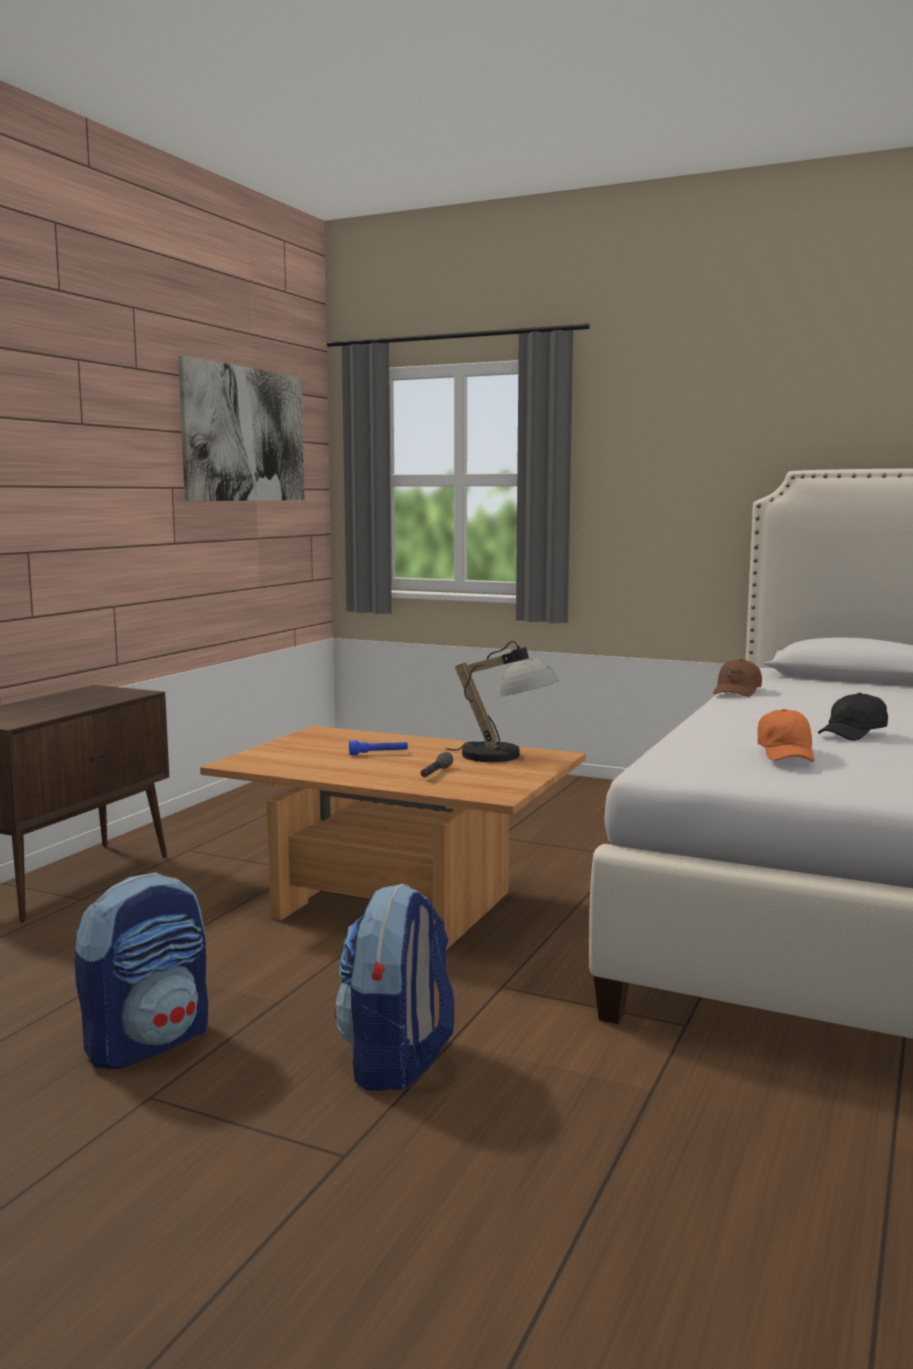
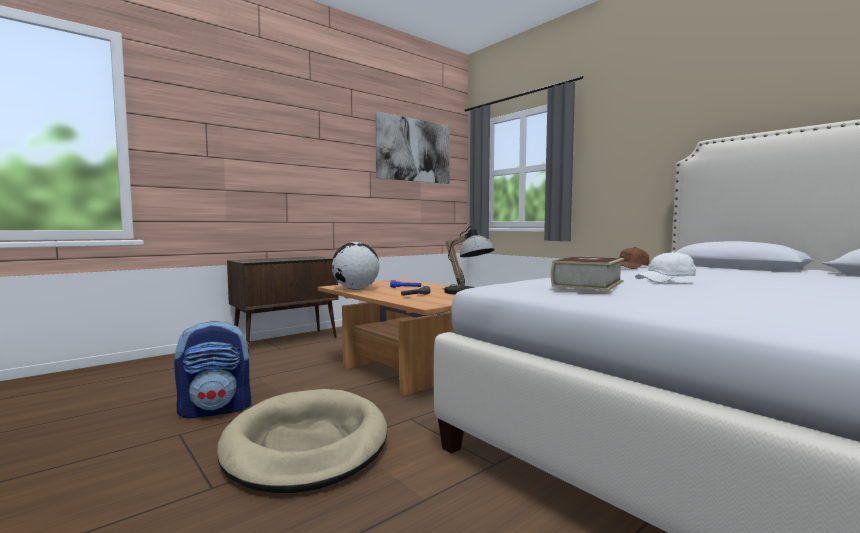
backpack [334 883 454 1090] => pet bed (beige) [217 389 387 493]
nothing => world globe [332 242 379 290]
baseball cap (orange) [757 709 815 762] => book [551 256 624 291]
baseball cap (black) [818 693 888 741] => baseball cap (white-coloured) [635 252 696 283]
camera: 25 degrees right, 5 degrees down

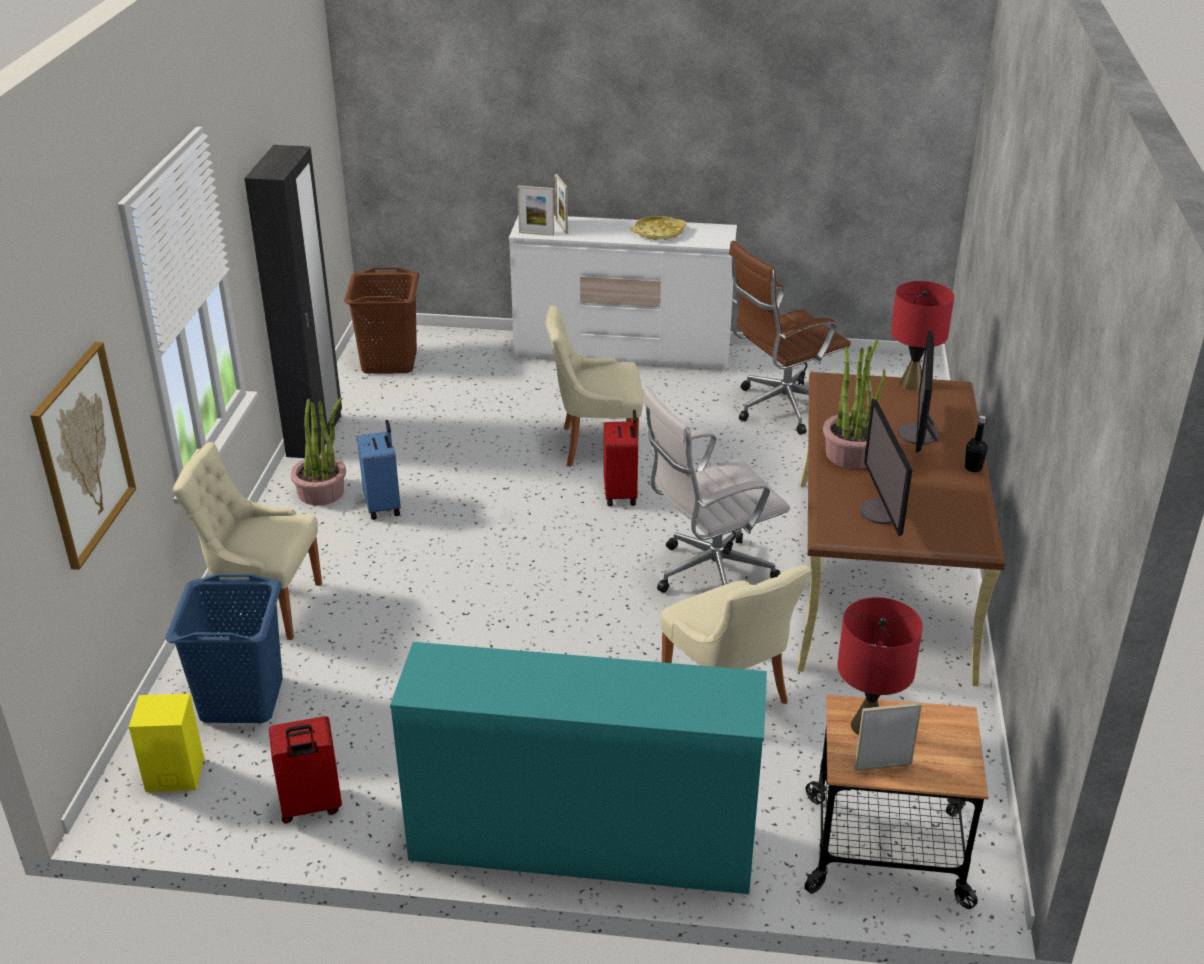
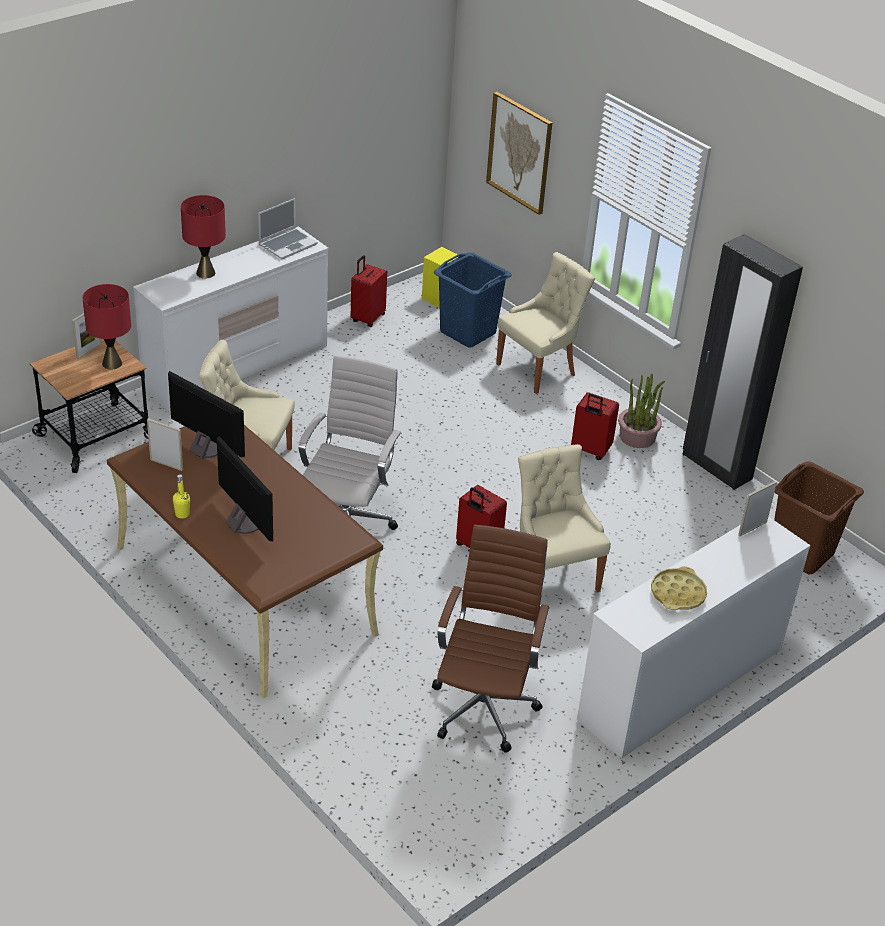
chest of drawers (turquoise) [390 642 767 894] => chest of drawers (white-coloured) [133 226 329 412]
standing frame [555 174 568 234] => standing frame [147 418 183 471], shifted
bottle (black) [965 416 988 472] => bottle (yellow) [173 474 190 519]
tabletop lamp (red-coloured) [891 281 954 391] => tabletop lamp (red-coloured) [181 195 226 278], shifted
nothing => portable computer [258 198 318 259]
plain chair (beige) [546 305 643 467] => plain chair (beige) [518 444 611 592], 60 degrees counterclockwise
suitcase (blue-coloured) [357 420 401 520] => suitcase (red-coloured) [571 392 619 460]
potted plant [823 339 886 469] => nothing
camera: 130 degrees right, 5 degrees up

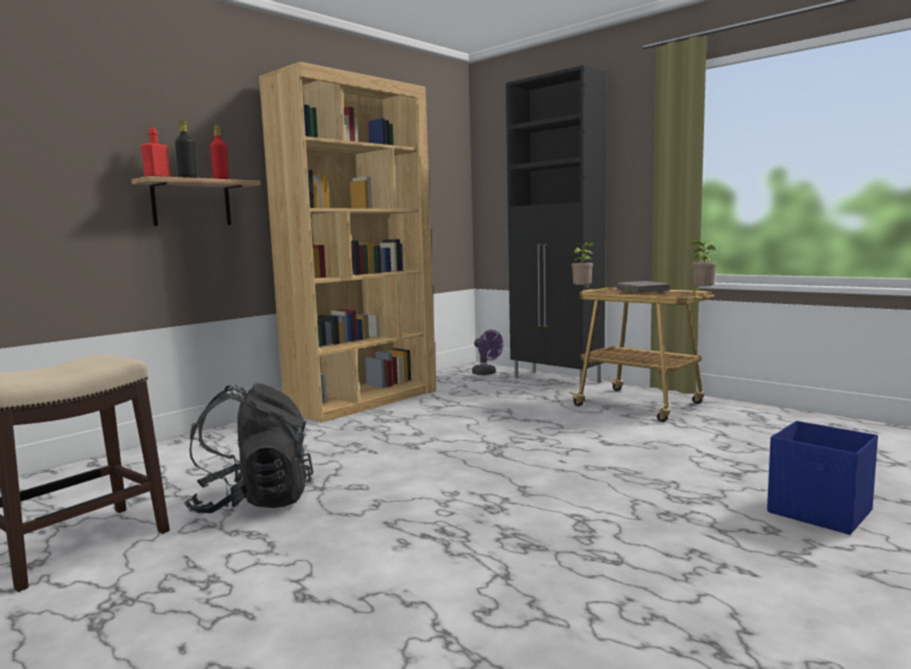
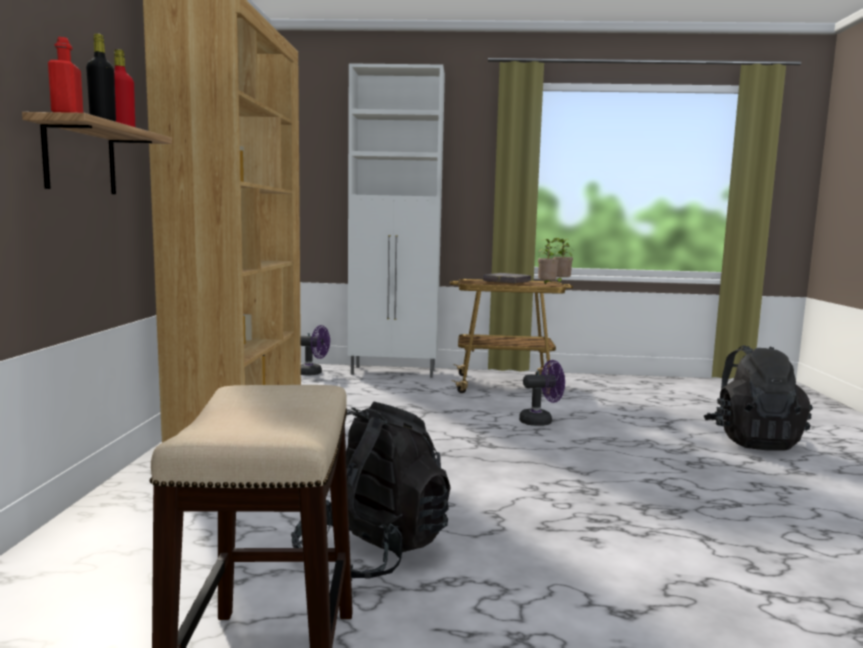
cupboard (black) [506 65 606 383] => cupboard (white-coloured) [348 63 445 378]
nothing => electric fan (purple-coloured) [519 360 565 426]
potted plant [571 242 595 290] => potted plant [538 238 559 284], shifted
storage box (blue-coloured) [767 421 878 535] => backpack (black) [704 345 812 451]
camera: 40 degrees left, 0 degrees up

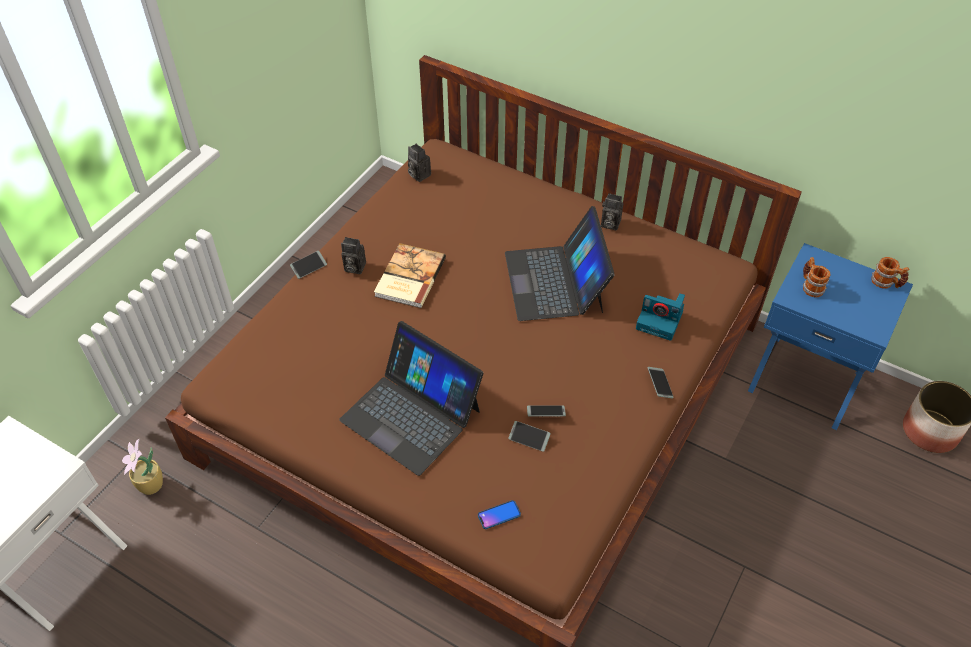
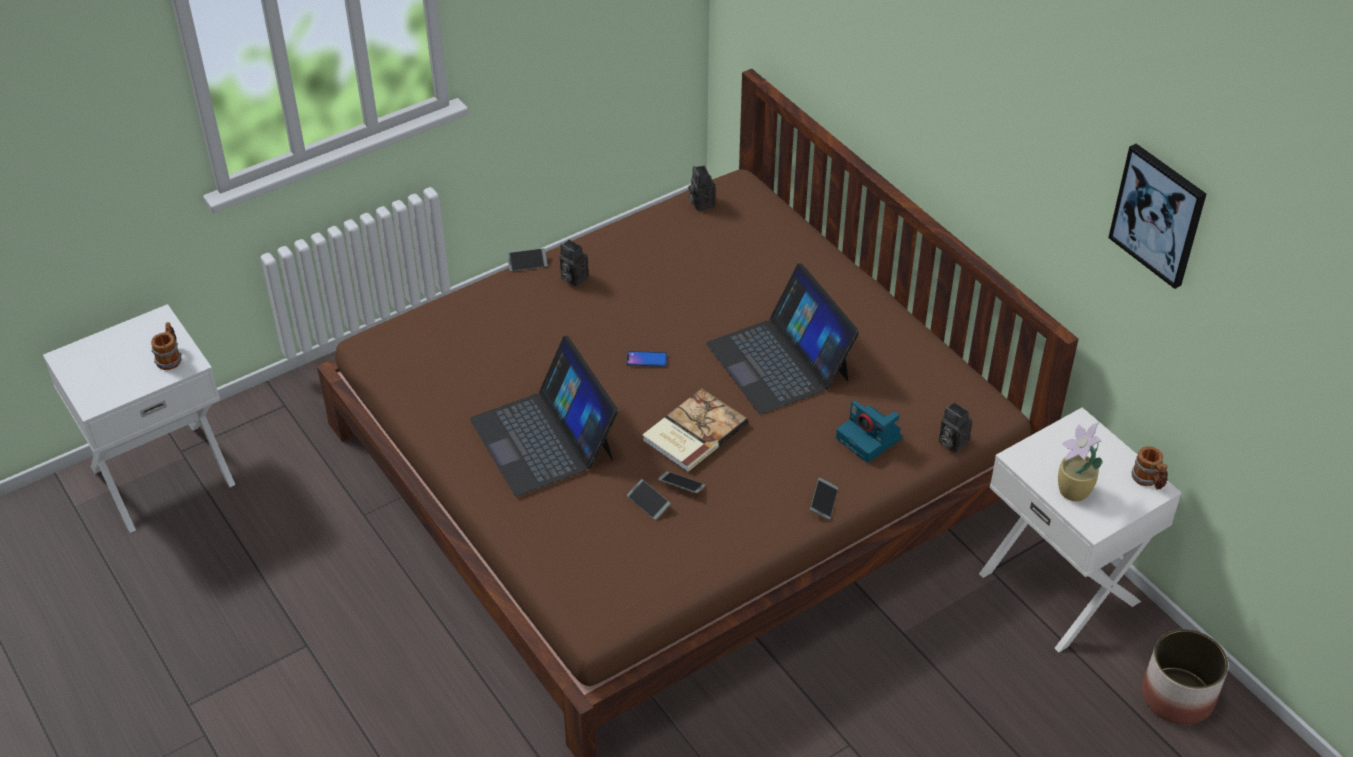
tea mug [803 257 830 297] => tea mug [151 322 181 370], shifted
phone [478 500 521 529] => phone [626 351 668 367], shifted
book [374 243 446 308] => book [642 389 748 472], shifted
portable computer [505 206 615 321] => portable computer [706 263 859 414], 45 degrees counterclockwise
still camera [601 193 623 231] => still camera [939 402 972 453], shifted
night table (blue-coloured) [748 243 913 430] => night table (white-coloured) [979 407 1182 652]
potted plant [122 439 163 495] => potted plant [1058 423 1103 501], shifted
nothing => wall art [1108 144 1206 289]
camera: 25 degrees right, 5 degrees down

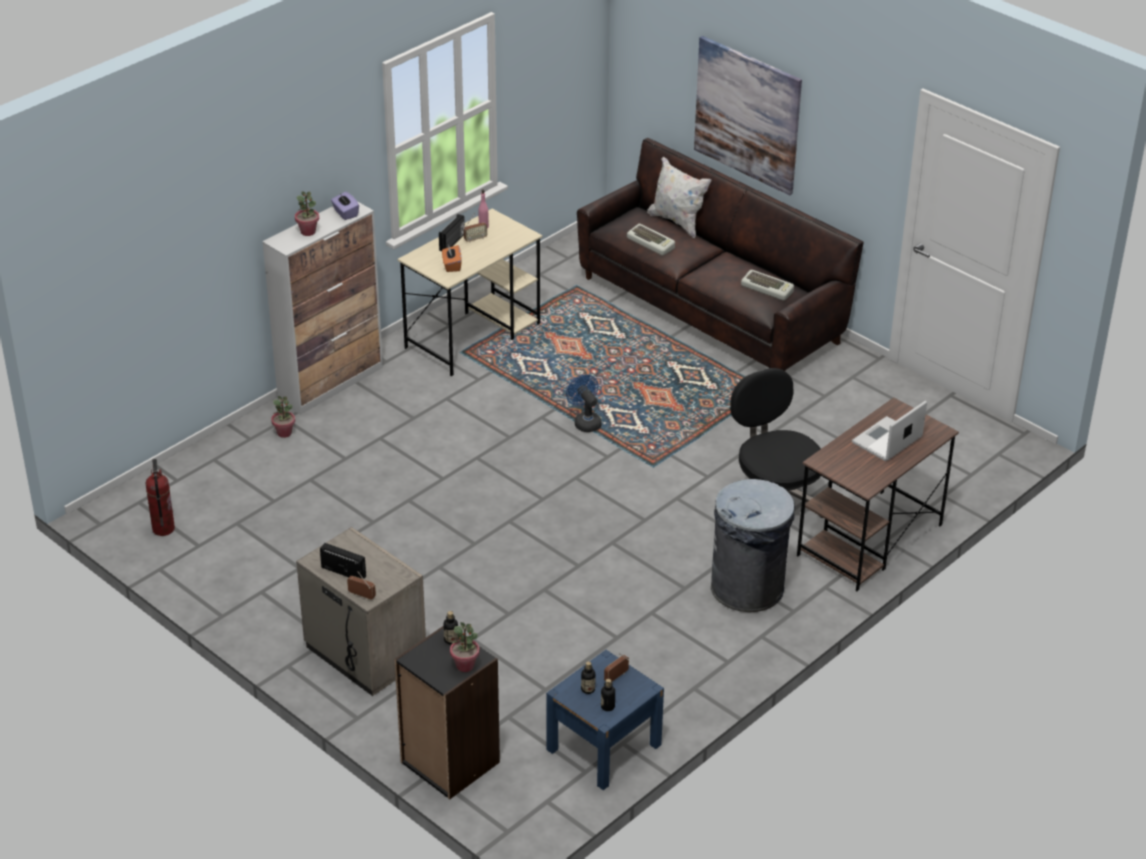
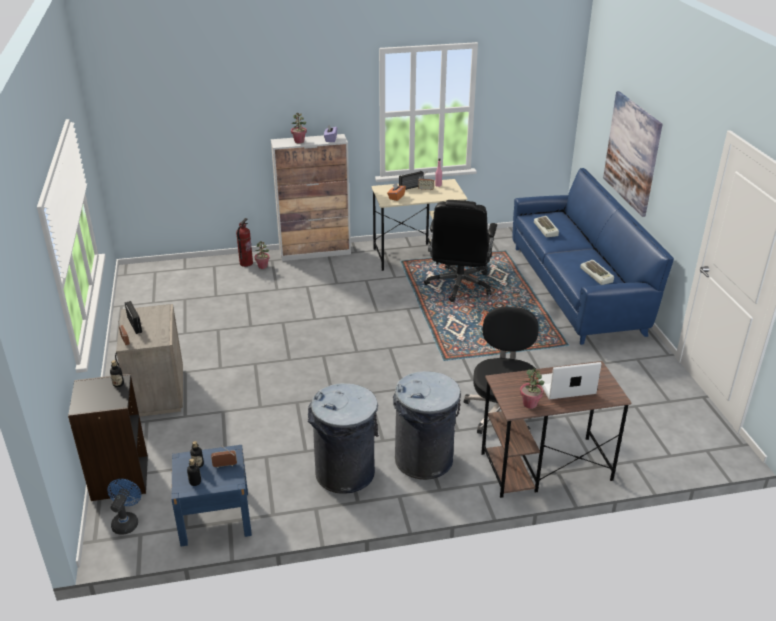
electric fan (blue-coloured) [566 374 602 432] => electric fan (blue-coloured) [107 479 141 535], shifted
fire extinguisher [145 459 175 536] => fire extinguisher [236 218 253 267], shifted
nothing => rubbish bin (gray) [307 383 379 494]
nothing => computer chair (black) [424 200 497 302]
couch (brown) [577 138 864 371] => couch (blue-coloured) [512 168 674 345]
potted plant [450 622 480 672] => potted plant [520 368 544 409], shifted
pillow (white-coloured) [647 157 711 238] => nothing
camera: 35 degrees right, 5 degrees down

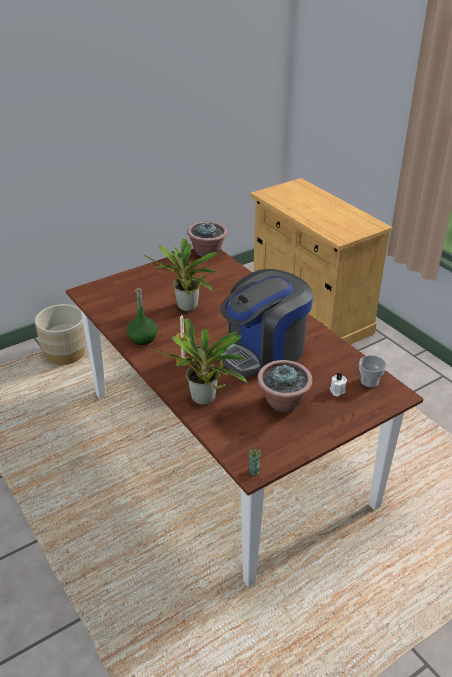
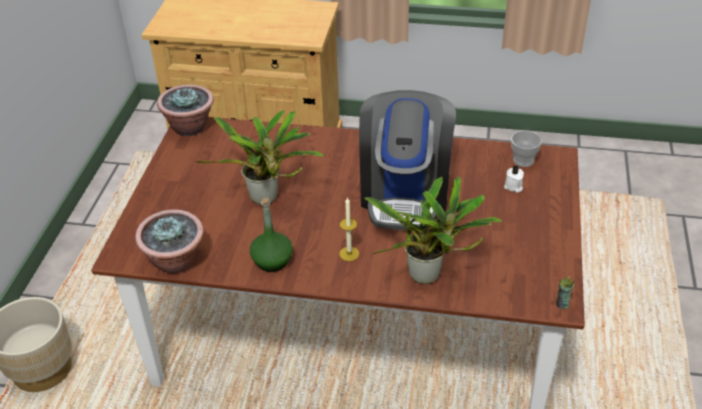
potted plant [257 360 313 412] => potted plant [135 209 204 273], shifted
camera: 45 degrees left, 5 degrees up

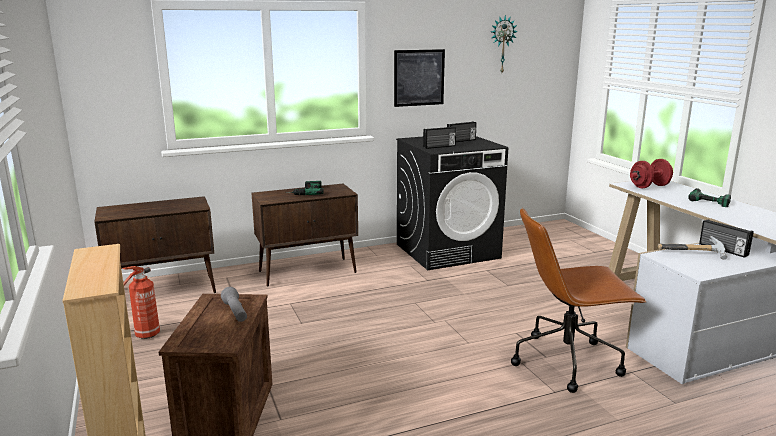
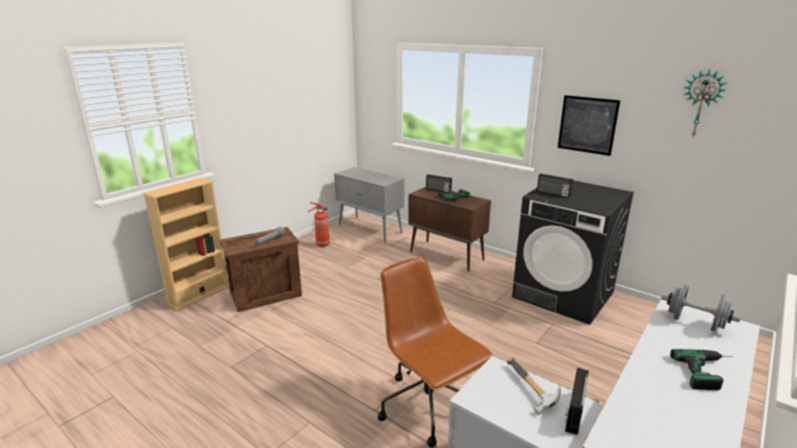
cupboard (brown) [94 196 216 293] => cupboard (gray) [334 167 404 242]
radio [447 121 477 142] => radio [426 174 452 193], shifted
dumbbell (red-coloured) [630 159 673 188] => dumbbell (gray) [661 284 741 332]
camera: 60 degrees right, 5 degrees up

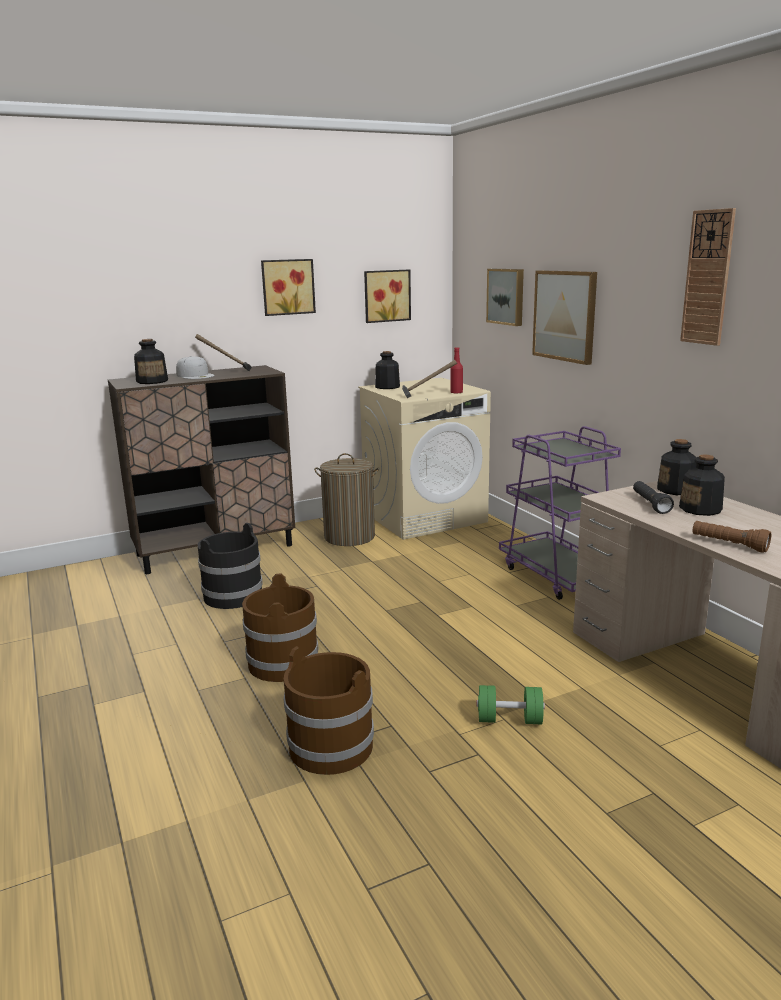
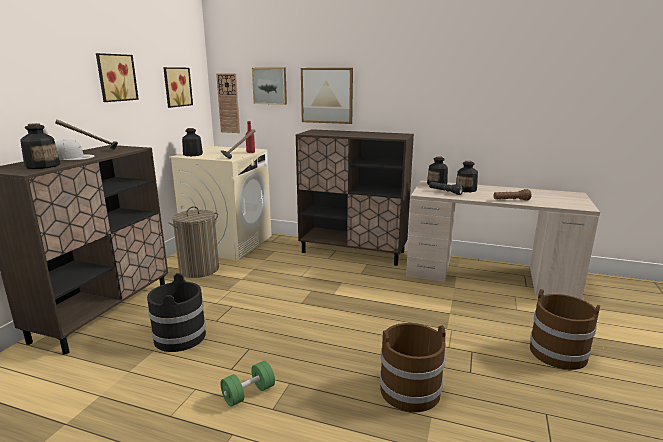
hanging clock [680 208 736 346] => hanging clock [216 74 240 133], shifted
dumbbell (green-coloured) [476 685 545 724] => dumbbell (green-coloured) [220 361 275 407], shifted
wheeled cart (purple-coloured) [499 426 621 600] => cupboard (brown) [296 129 414 266]
water bucket (brown) [242 574 318 682] => water bucket (brown) [530 289 600 370], shifted
camera: 45 degrees left, 0 degrees up

